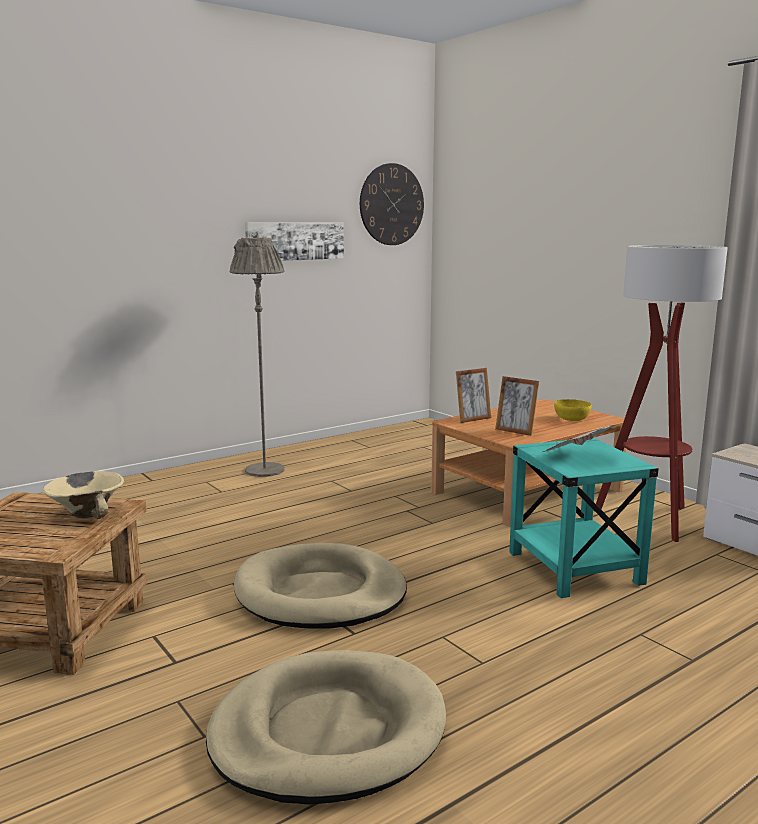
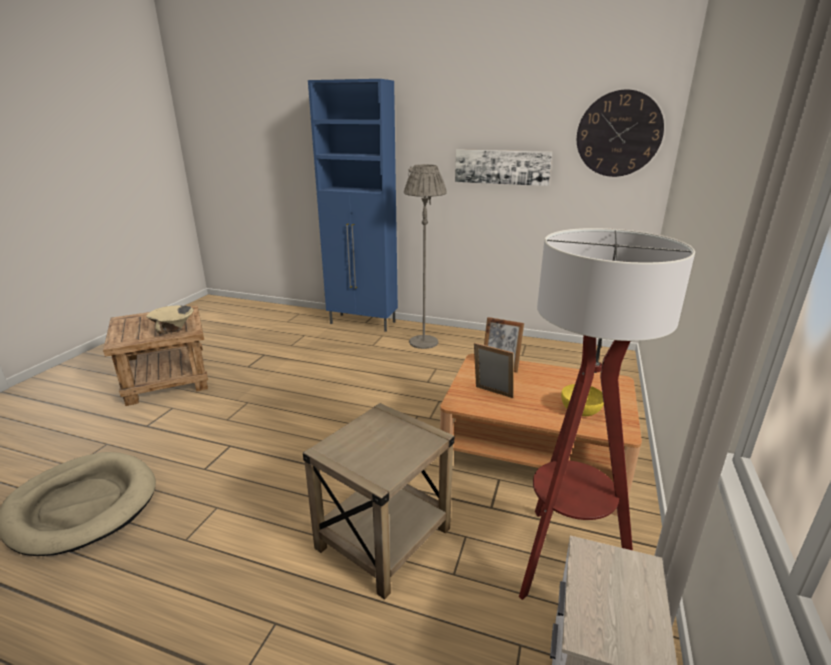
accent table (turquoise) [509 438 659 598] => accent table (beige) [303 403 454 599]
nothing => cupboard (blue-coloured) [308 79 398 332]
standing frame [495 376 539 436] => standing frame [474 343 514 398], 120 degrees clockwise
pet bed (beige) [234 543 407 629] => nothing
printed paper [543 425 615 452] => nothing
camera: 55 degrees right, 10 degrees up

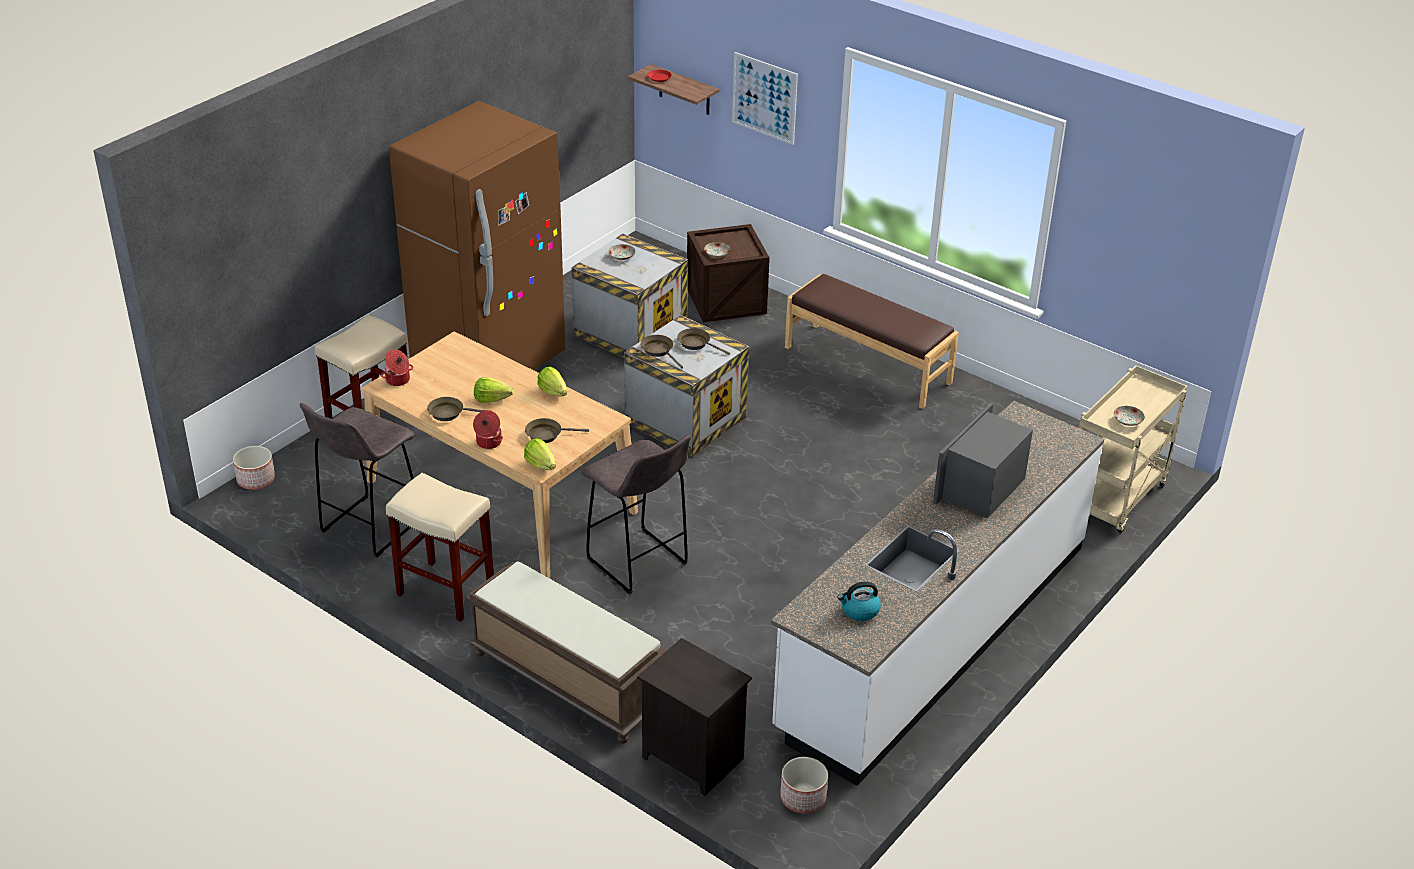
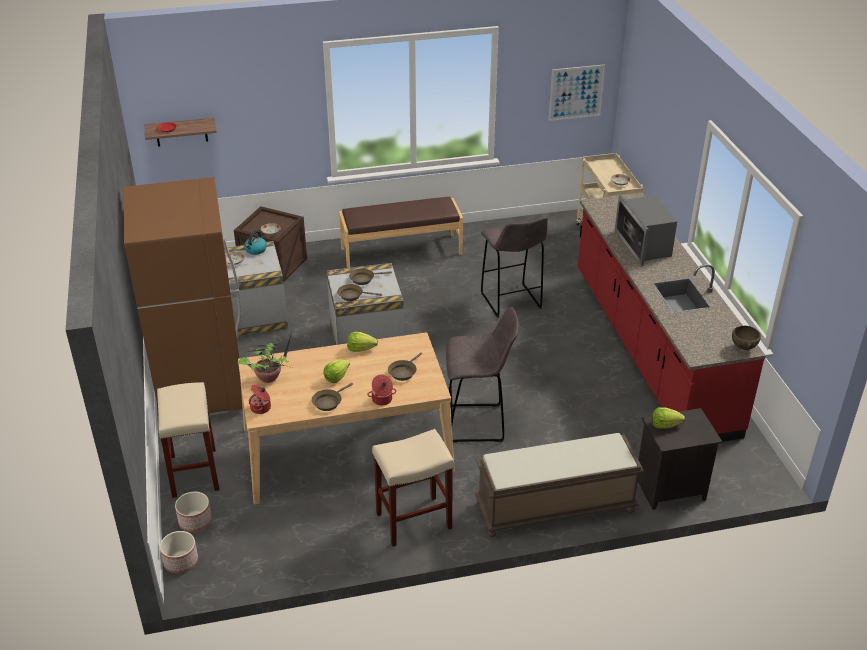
plant pot [780 757 828 813] => plant pot [175 491 212 532], shifted
nothing => potted plant [237 332 292 383]
water kettle [837 581 881 621] => water kettle [244 230 267 255], shifted
stool (gray) [300 403 416 557] => stool (gray) [481 217 548 318], shifted
wall art [732 52 798 145] => wall art [548 64 605 121], shifted
kitchen base unit (white-coloured) [771 401 1104 786] => kitchen base unit (red-coloured) [578 193 766 442]
head of lettuce [524 438 556 470] => head of lettuce [652 407 685 429], shifted
nothing => serving bowl (brown) [732 326 761 350]
camera: 50 degrees left, 0 degrees up

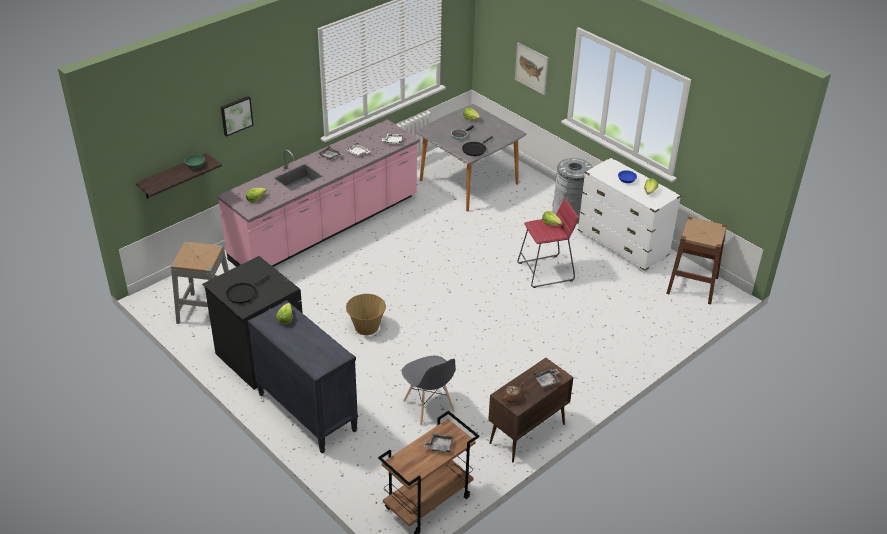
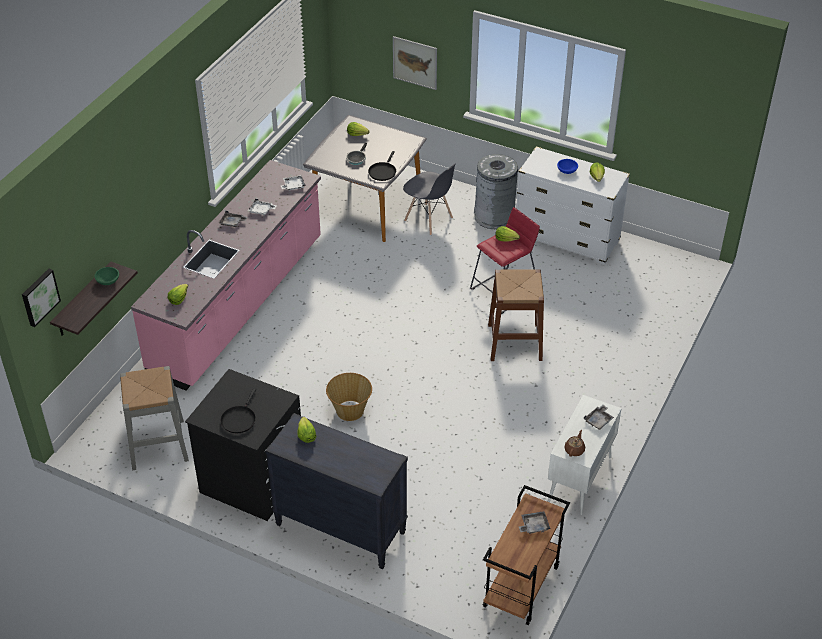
wall art [221 96 253 137] => wall art [22 269 61 327], shifted
plain chair (gray) [402 356 456 425] => plain chair (gray) [403 163 456 235], shifted
stool (brown) [666 217 727 305] => stool (brown) [488 269 544 361], shifted
cupboard (brown) [488 358 574 462] => cupboard (white-coloured) [548 395 622 515]
camera: 20 degrees left, 5 degrees up

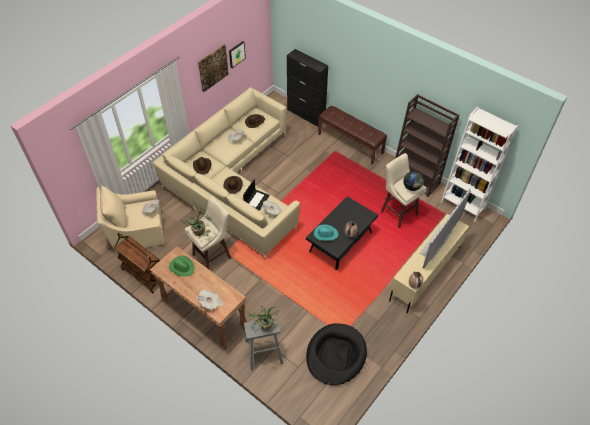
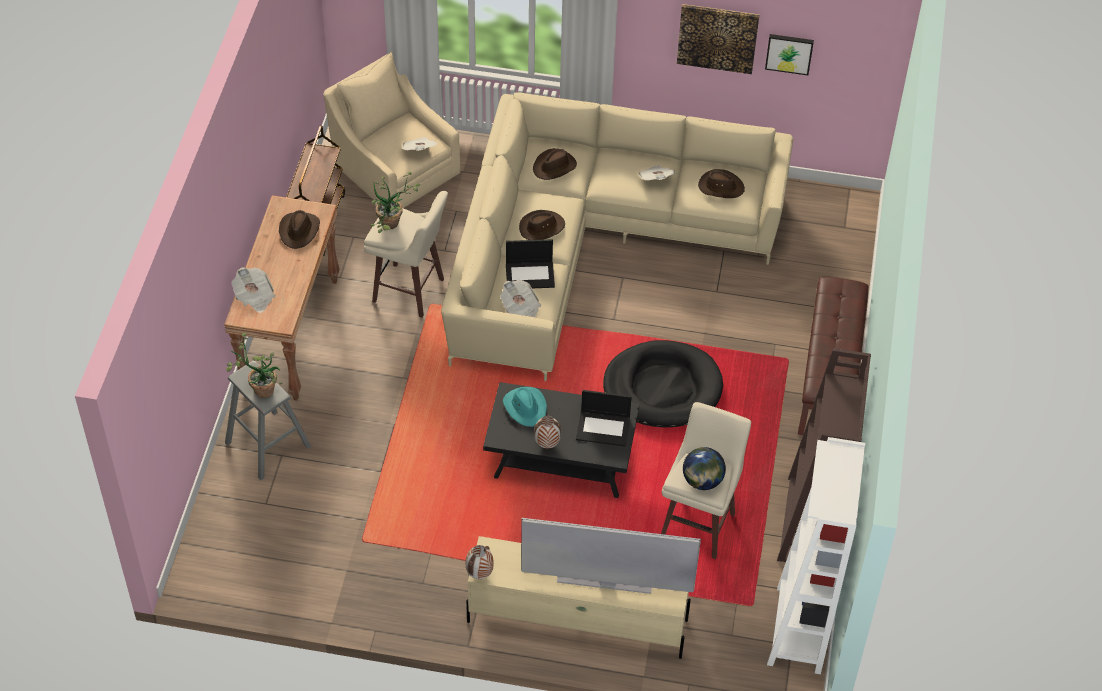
wearable hat (green-coloured) [169 256 194 277] => wearable hat (brown) [279 210 320 249]
nothing => portable computer [576 390 632 447]
pet bed (black) [306 323 367 385] => pet bed (black) [603 340 723 427], shifted
cupboard (black) [287 49 328 127] => nothing
camera: 60 degrees right, 0 degrees up

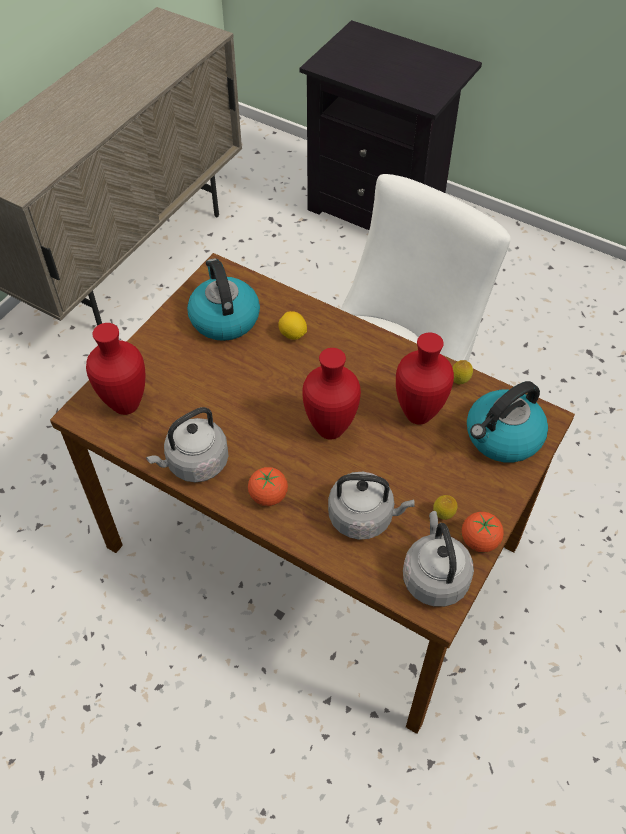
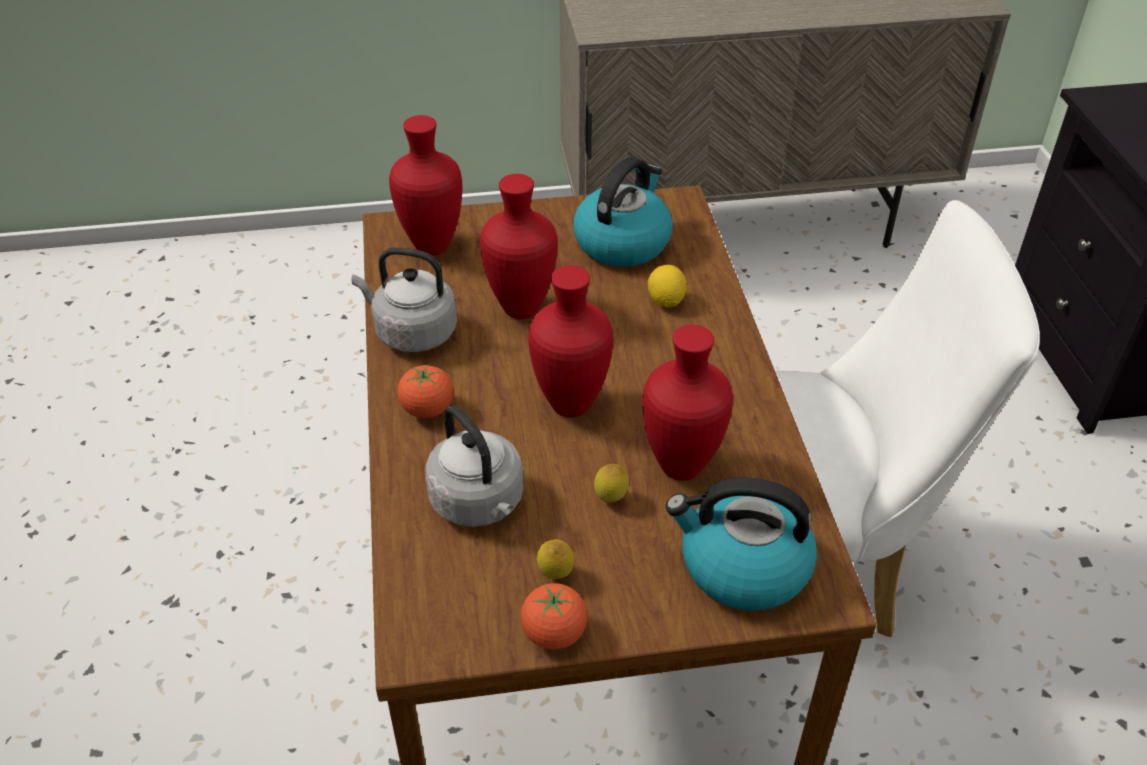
nothing => decorative vase (red-coloured) [480 174 557 319]
citrus fruit [452 360 473 384] => citrus fruit [594 464 629 503], shifted
water kettle (gray) [403 511 474 607] => nothing
camera: 50 degrees right, 10 degrees down

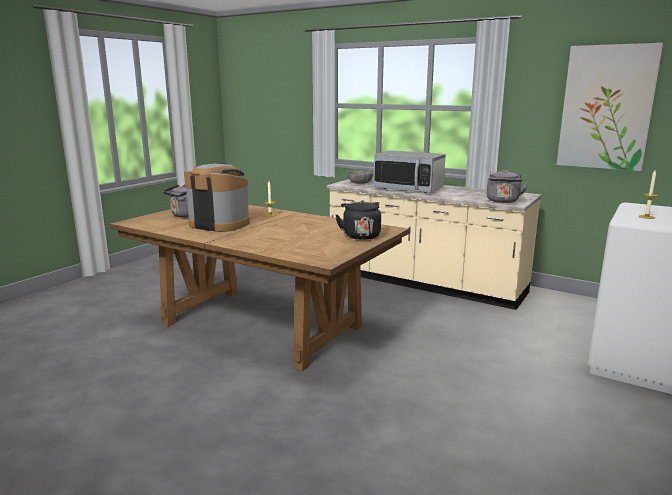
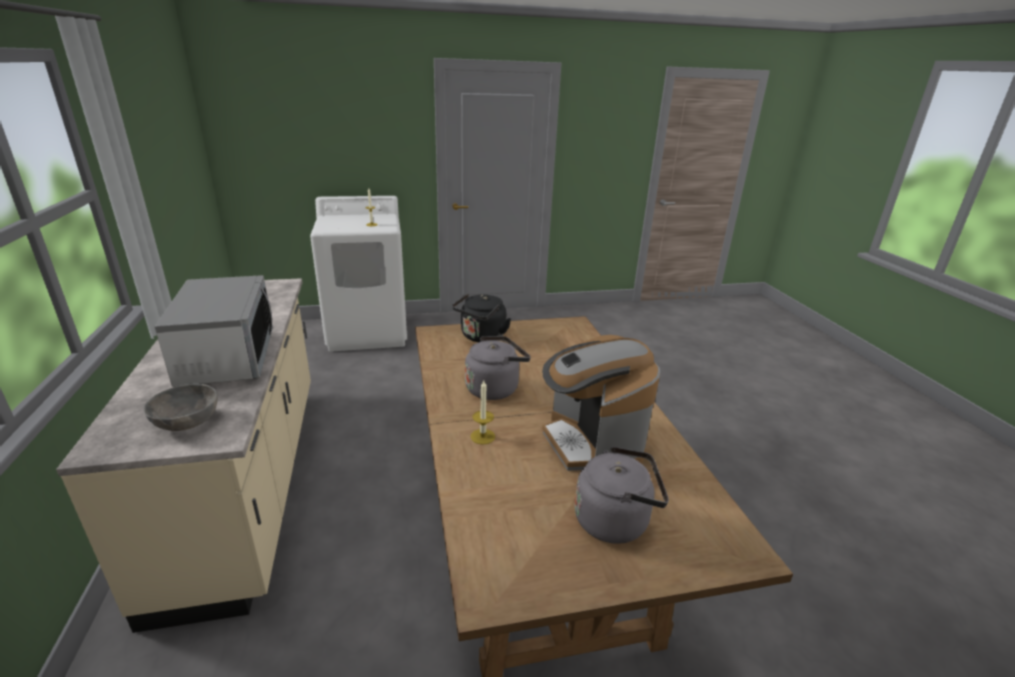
water kettle (gray) [487 170 529 203] => water kettle (gray) [465 336 531 400], shifted
wall art [557 43 663 171] => nothing
camera: 135 degrees left, 10 degrees up

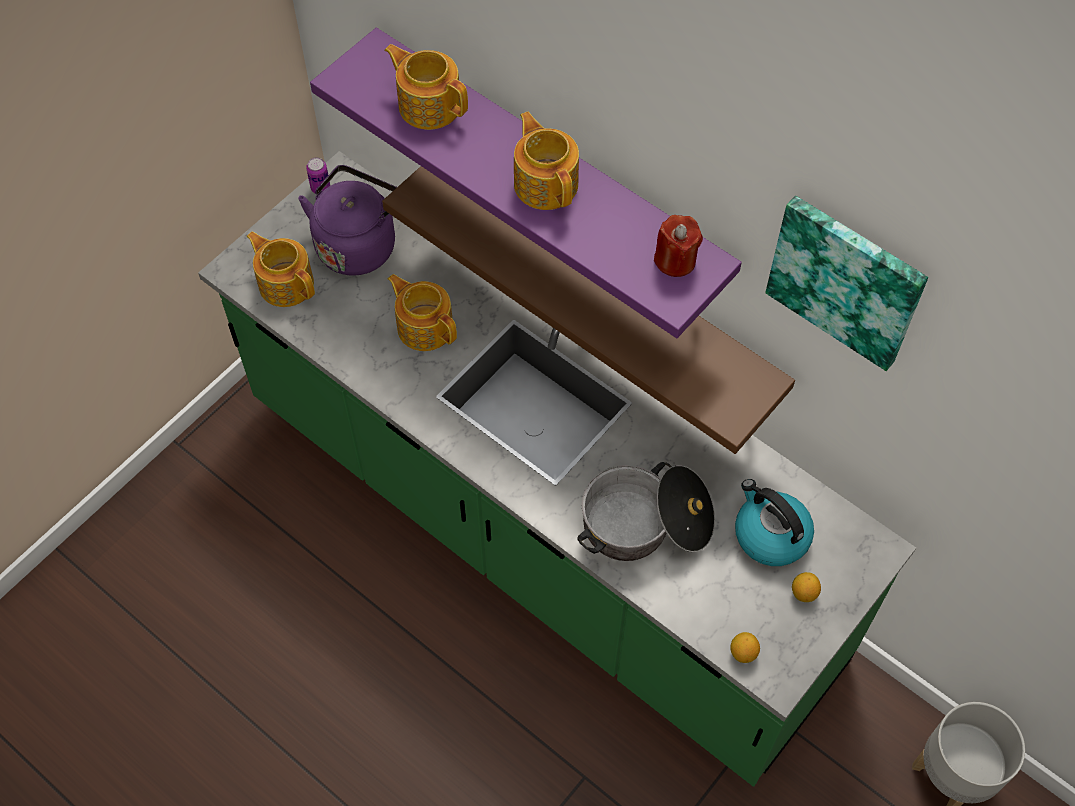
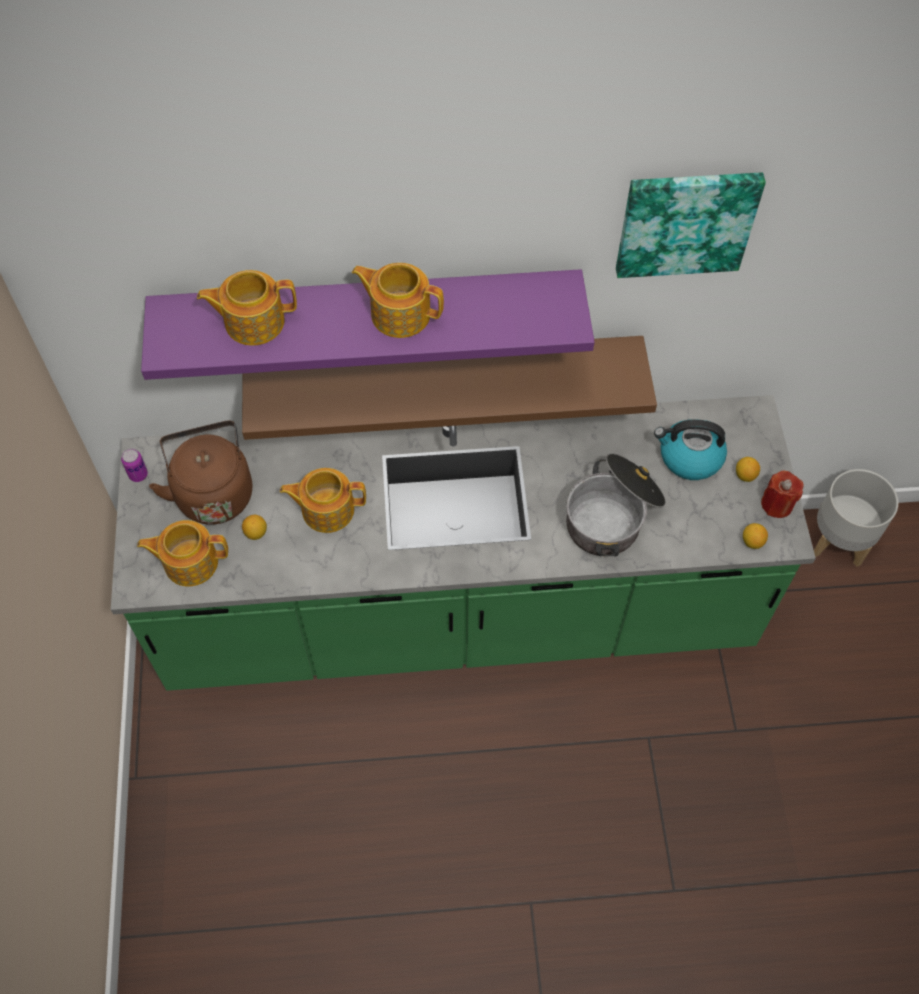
water kettle (purple-coloured) [298 165 397 276] => water kettle (brown) [149 421 252 525]
nothing => citrus fruit [242 515 267 540]
candle (red-coloured) [654 215 703 277] => candle (red-coloured) [761 471 803 518], shifted
camera: 45 degrees left, 0 degrees up

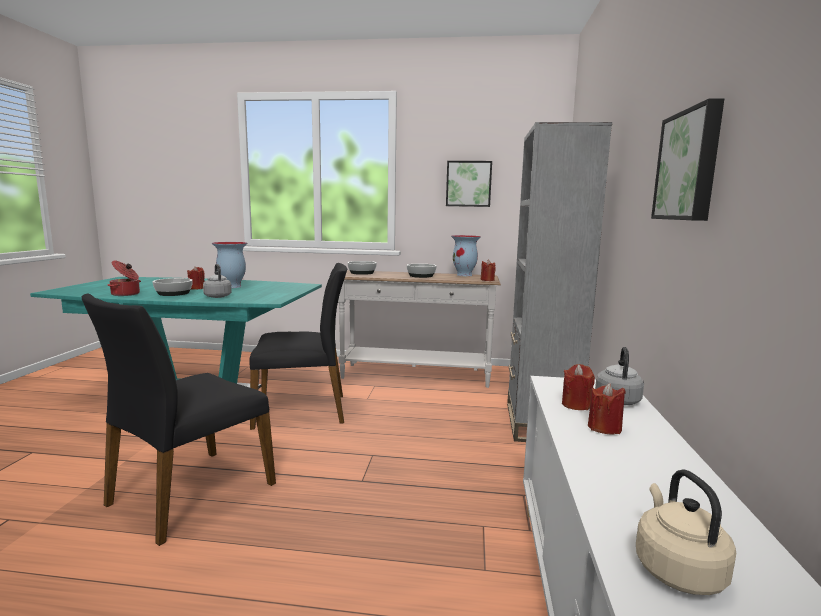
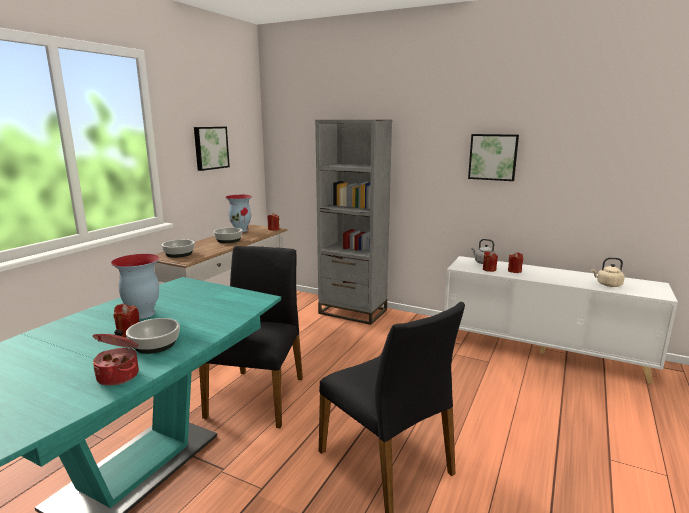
water kettle (gray) [203 264 232 298] => nothing
camera: 70 degrees left, 5 degrees up

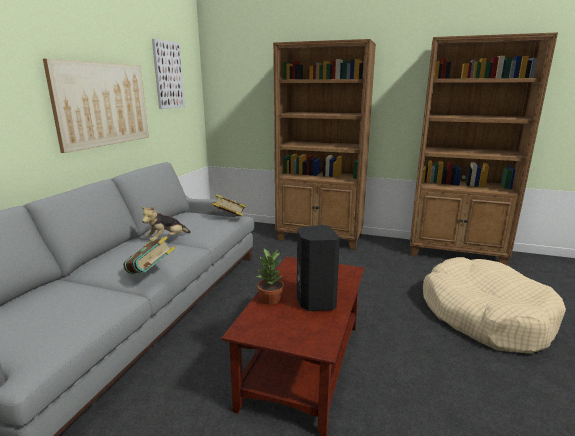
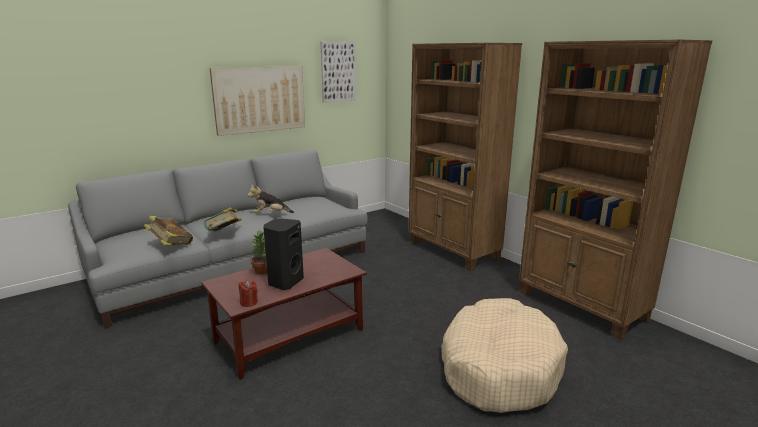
book [212 194 246 217] => book [144 216 193 246], shifted
nothing => candle (red-coloured) [239 280 258 307]
camera: 35 degrees right, 0 degrees up

